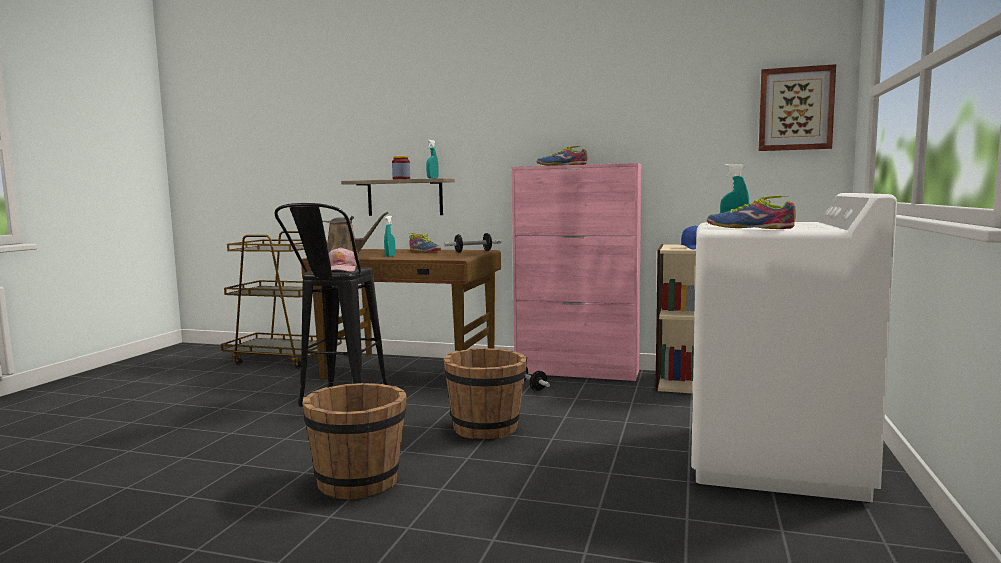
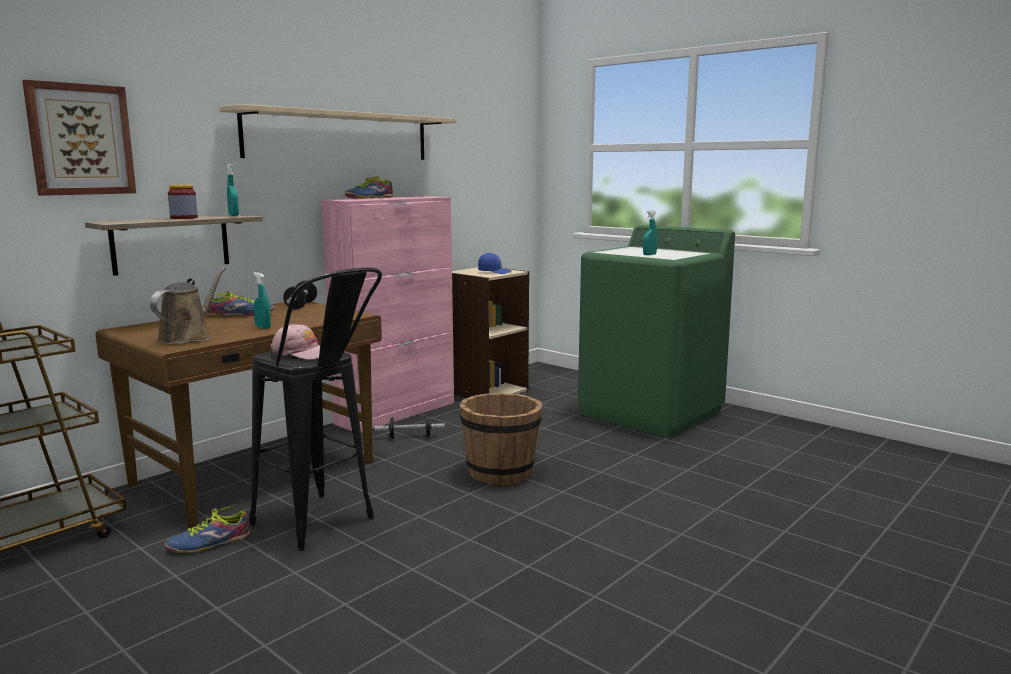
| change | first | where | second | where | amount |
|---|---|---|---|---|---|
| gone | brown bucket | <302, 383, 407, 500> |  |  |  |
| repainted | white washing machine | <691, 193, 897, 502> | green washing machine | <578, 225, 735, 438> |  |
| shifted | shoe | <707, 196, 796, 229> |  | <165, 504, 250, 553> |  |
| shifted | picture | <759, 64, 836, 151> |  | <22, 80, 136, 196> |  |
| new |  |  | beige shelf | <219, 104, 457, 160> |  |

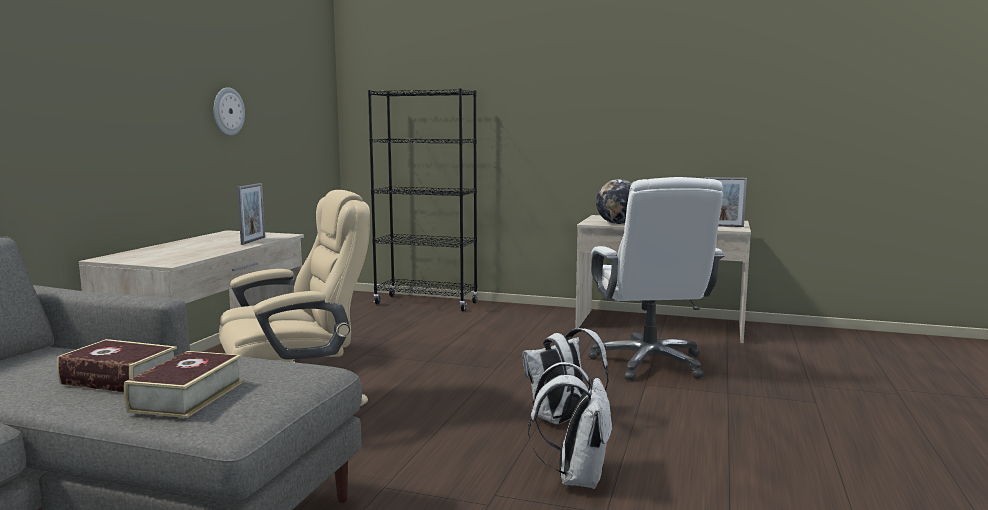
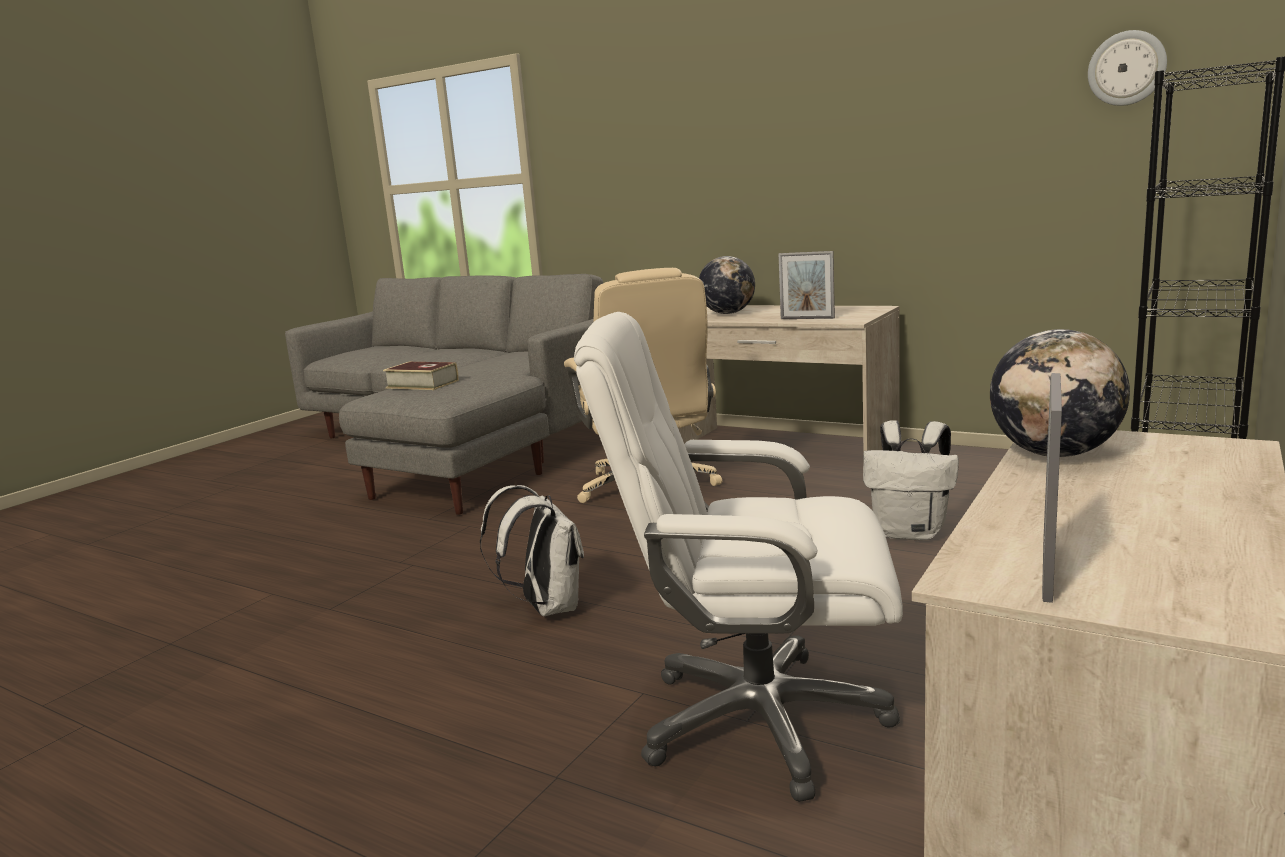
| change | first | where | second | where | amount |
|---|---|---|---|---|---|
| gone | book | <57, 339, 177, 393> |  |  |  |
| shifted | wall clock | <214, 87, 245, 135> |  | <1088, 30, 1167, 106> |  |
| shifted | white backpack | <528, 362, 613, 489> |  | <863, 420, 959, 541> |  |
| new |  |  | globe | <699, 256, 755, 314> |  |

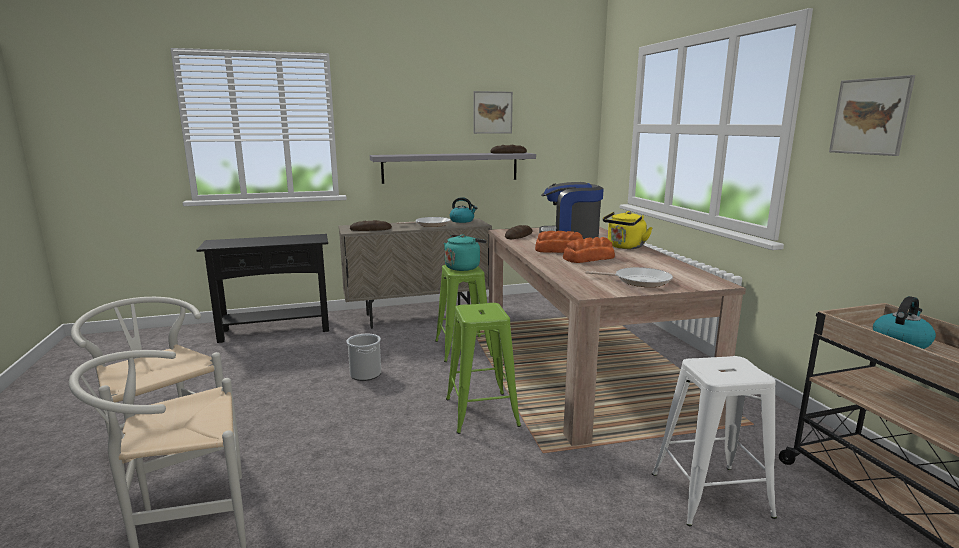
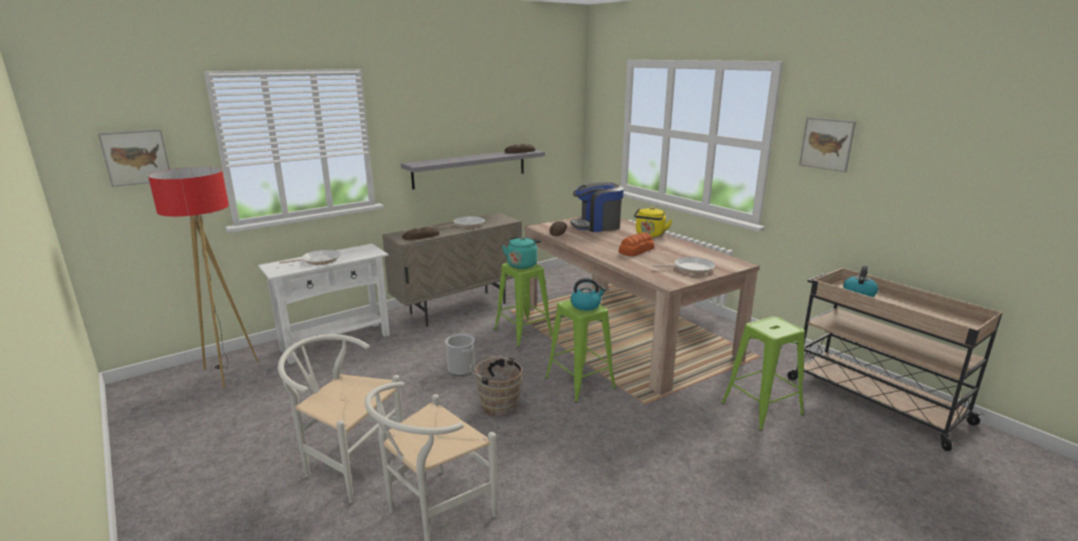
| change | first | where | second | where | amount |
|---|---|---|---|---|---|
| repainted | black console table | <197, 234, 329, 343> | white console table | <258, 244, 390, 364> |  |
| shifted | kettle | <450, 197, 477, 223> |  | <571, 278, 606, 311> |  |
| shifted | picture | <473, 91, 513, 134> |  | <98, 129, 170, 187> |  |
| gone | bread | <535, 231, 583, 253> |  |  |  |
| repainted | white stool | <652, 356, 777, 527> | green stool | <721, 316, 805, 431> |  |
| new |  |  | floor lamp | <148, 167, 259, 388> |  |
| new |  |  | frying pan | <279, 250, 340, 265> |  |
| new |  |  | brown bucket | <470, 355, 523, 417> |  |

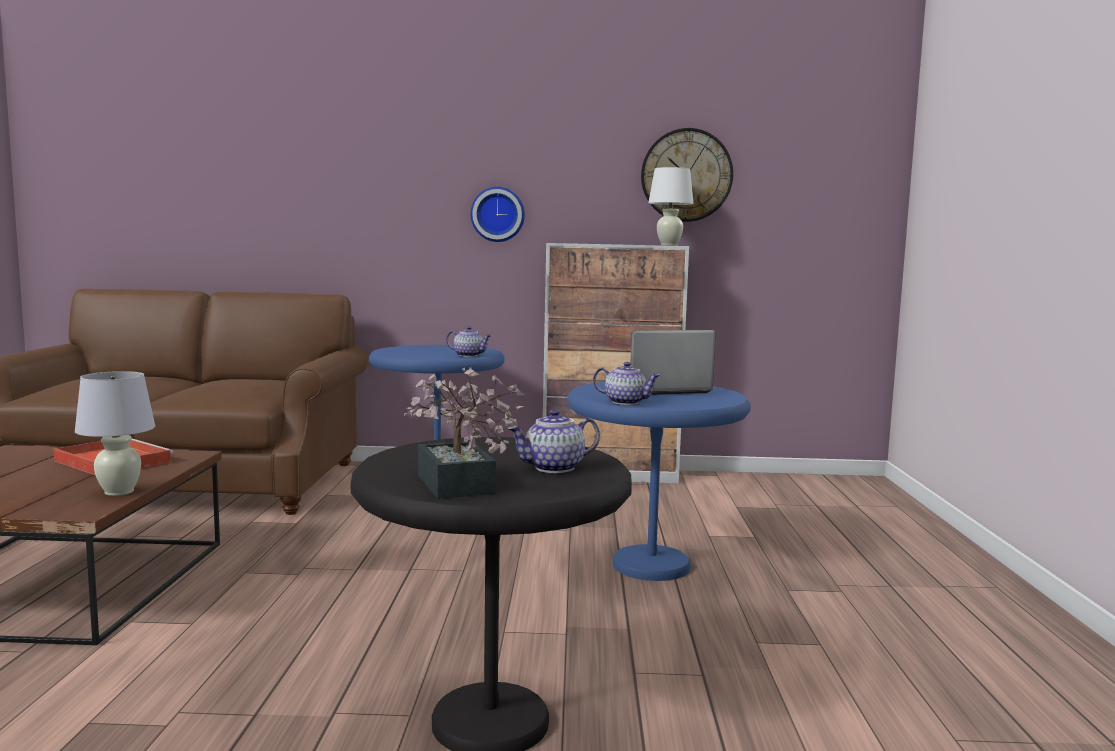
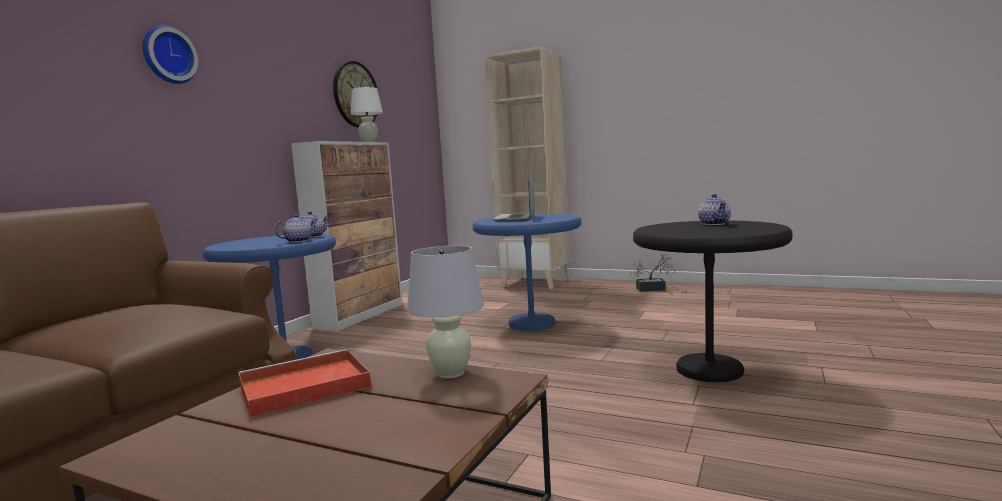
| change | first | where | second | where | amount |
|---|---|---|---|---|---|
| shifted | potted plant | <404, 368, 525, 499> |  | <630, 253, 676, 292> |  |
| shifted | wall clock | <471, 187, 525, 242> |  | <143, 25, 198, 84> |  |
| shifted | teapot | <593, 362, 661, 405> |  | <274, 214, 318, 242> |  |
| new |  |  | beige bookcase | <485, 46, 570, 289> |  |

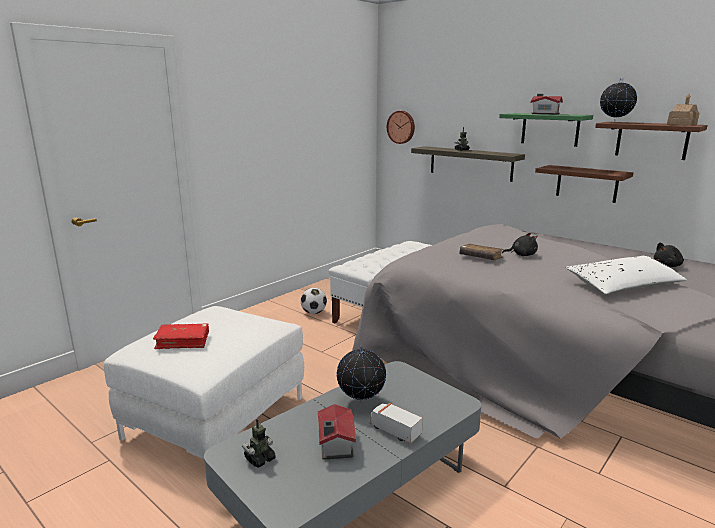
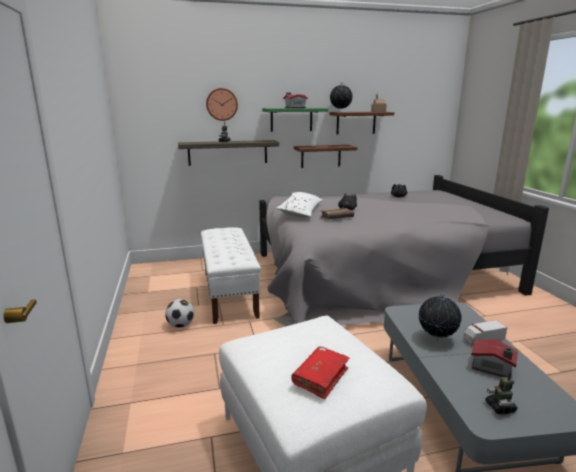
| change | first | where | second | where | amount |
|---|---|---|---|---|---|
| shifted | wall clock | <387, 111, 415, 144> |  | <206, 88, 238, 121> |  |
| shifted | white pillow | <565, 256, 687, 294> |  | <276, 192, 323, 217> |  |

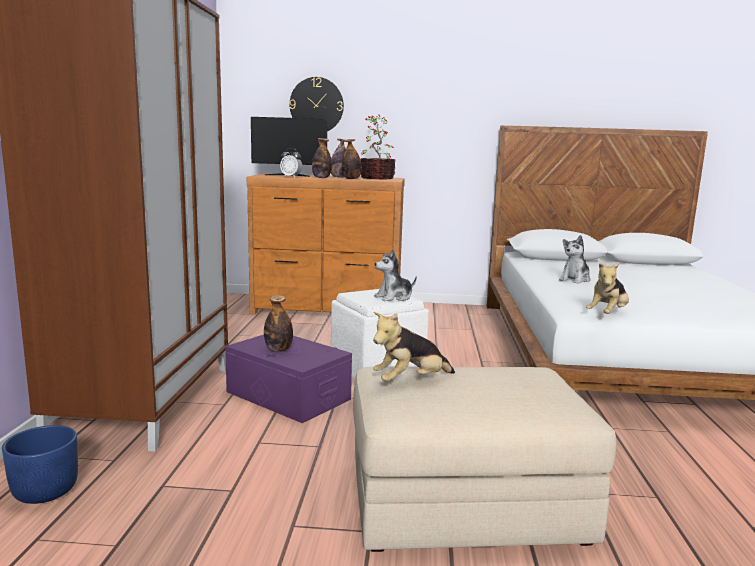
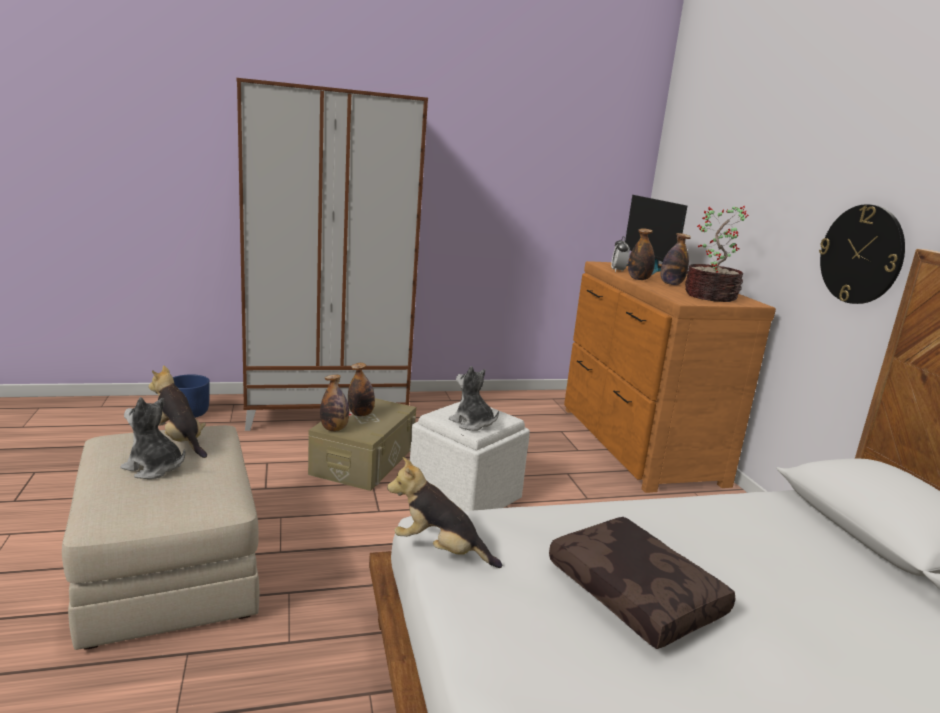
| change | first | where | second | where | amount |
|---|---|---|---|---|---|
| repainted | purple storage box | <225, 335, 352, 423> | beige storage box | <308, 398, 416, 491> |  |
| shifted | wall clock | <290, 77, 344, 131> |  | <819, 204, 905, 304> |  |
| shifted | bottle | <342, 139, 362, 179> |  | <320, 375, 349, 431> |  |
| shifted | plush toy | <559, 235, 591, 284> |  | <121, 397, 185, 479> |  |
| new |  |  | brown pillow | <549, 517, 736, 649> |  |

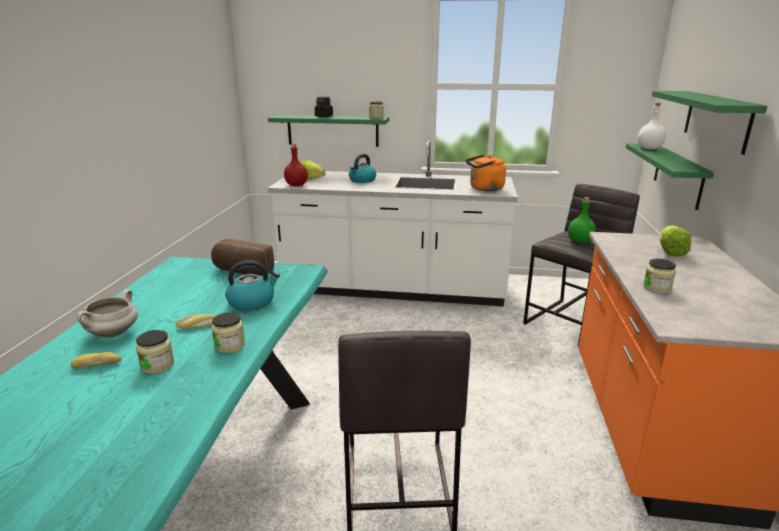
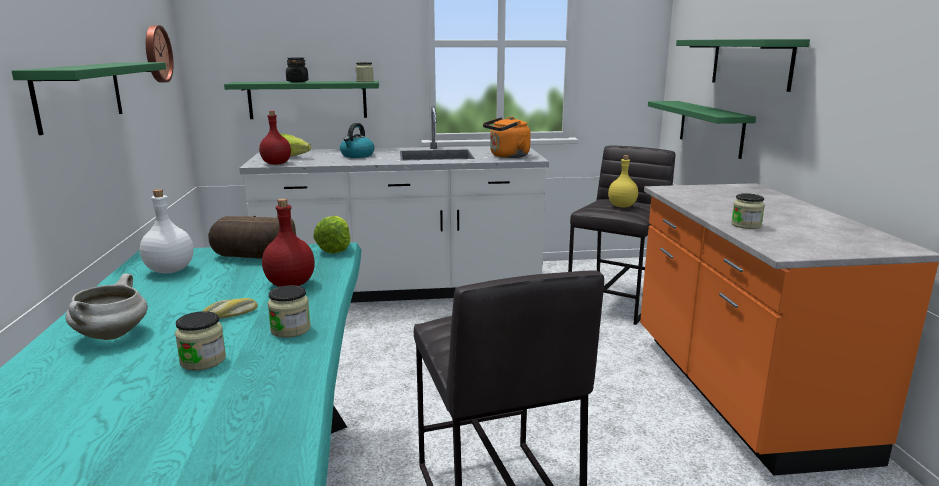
| change | first | where | second | where | amount |
|---|---|---|---|---|---|
| gone | bread | <71, 352, 121, 368> |  |  |  |
| swapped | kettle | <225, 260, 280, 311> | red bottle | <262, 198, 315, 287> |  |
| repainted | green bottle | <568, 197, 596, 244> | yellow bottle | <608, 155, 638, 207> |  |
| shifted | white bottle | <638, 103, 666, 149> |  | <140, 189, 194, 274> |  |
| shifted | lettuce | <659, 226, 692, 256> |  | <313, 216, 351, 254> |  |
| new |  |  | green shelf | <12, 62, 166, 135> |  |
| new |  |  | wall clock | <146, 25, 174, 83> |  |

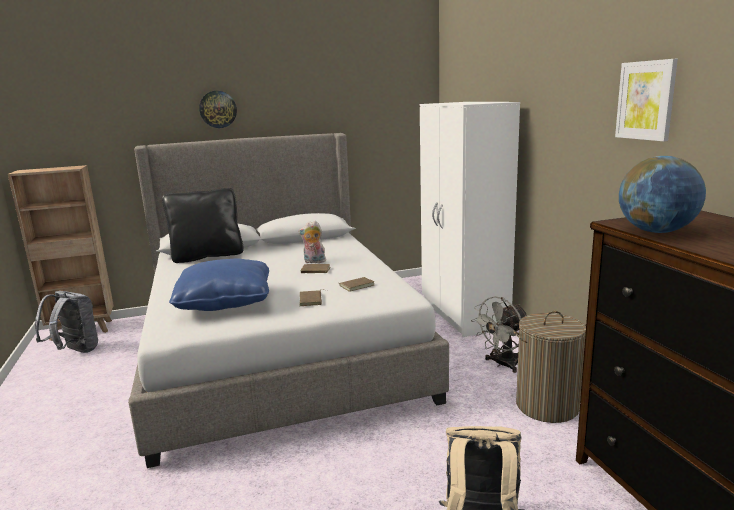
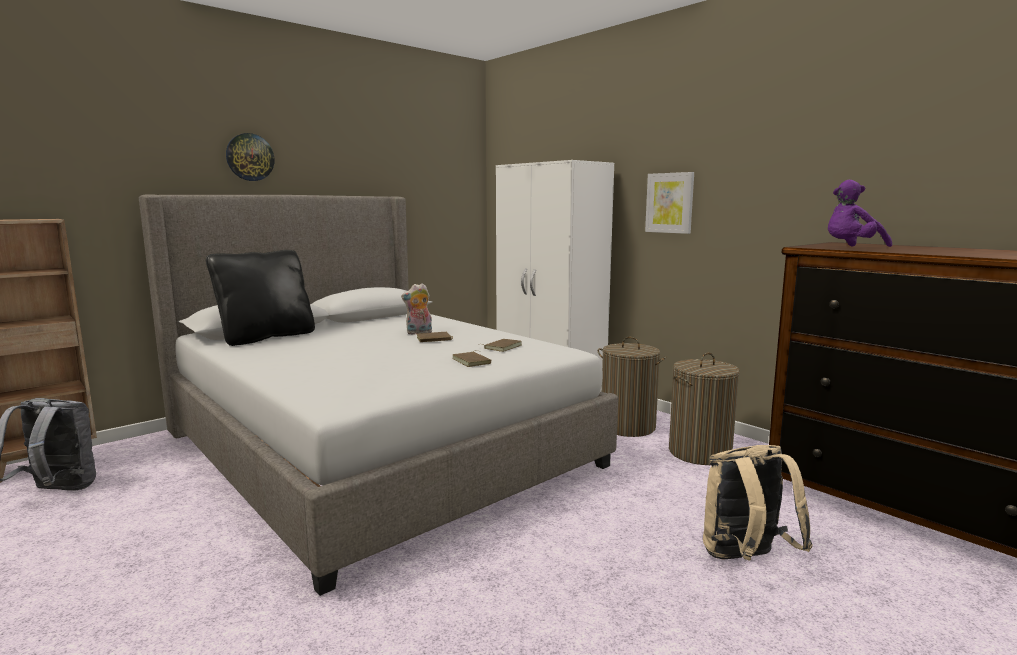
| change | first | where | second | where | amount |
|---|---|---|---|---|---|
| gone | blue pillow | <169, 259, 269, 311> |  |  |  |
| swapped | grey fan | <471, 296, 527, 373> | laundry basket | <598, 337, 667, 437> |  |
| shifted | picture | <615, 59, 678, 141> |  | <645, 172, 694, 234> |  |
| swapped | globe | <619, 156, 706, 233> | purple plush toy | <828, 180, 892, 247> |  |

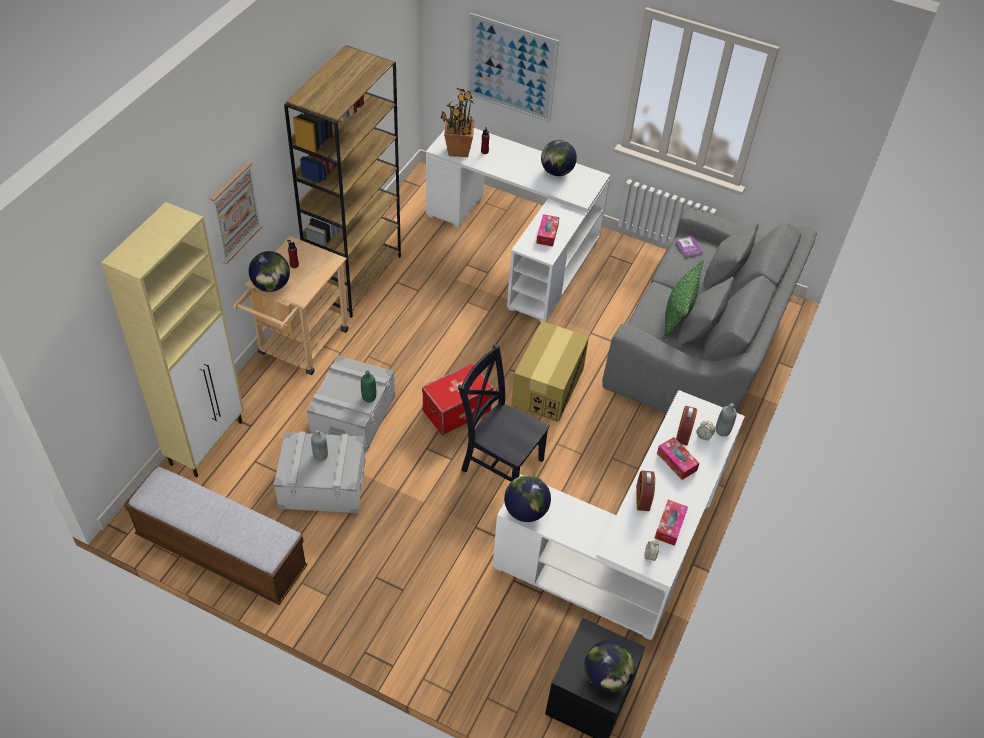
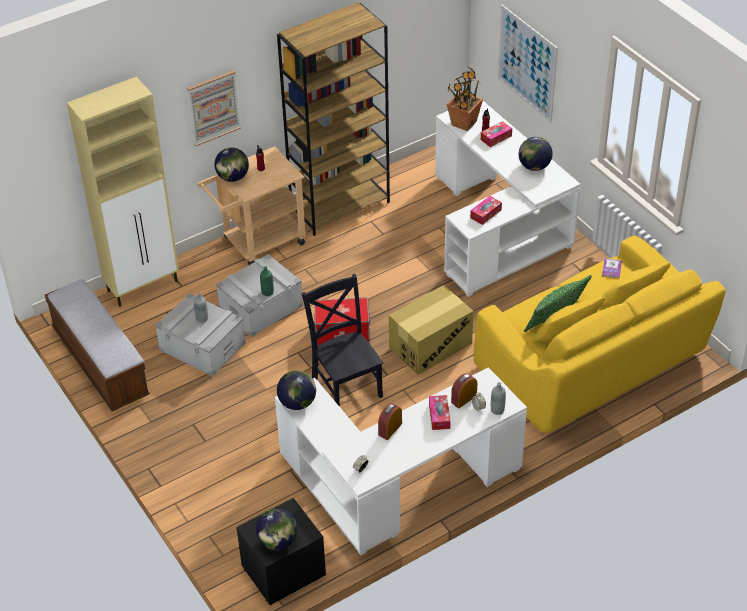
| change | first | where | second | where | amount |
|---|---|---|---|---|---|
| repainted | grey sofa | <602, 208, 817, 413> | yellow sofa | <473, 235, 726, 433> |  |
| shifted | tissue box | <655, 500, 688, 546> |  | <481, 121, 512, 147> |  |

